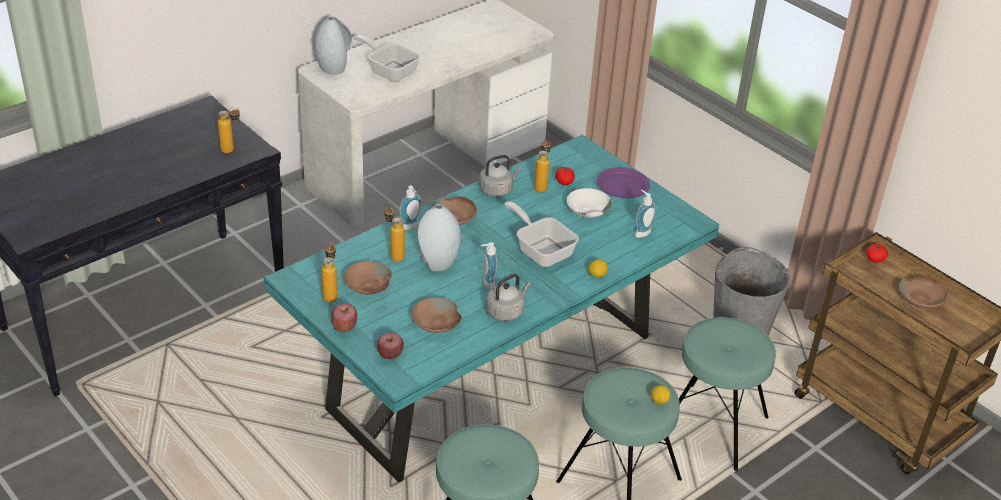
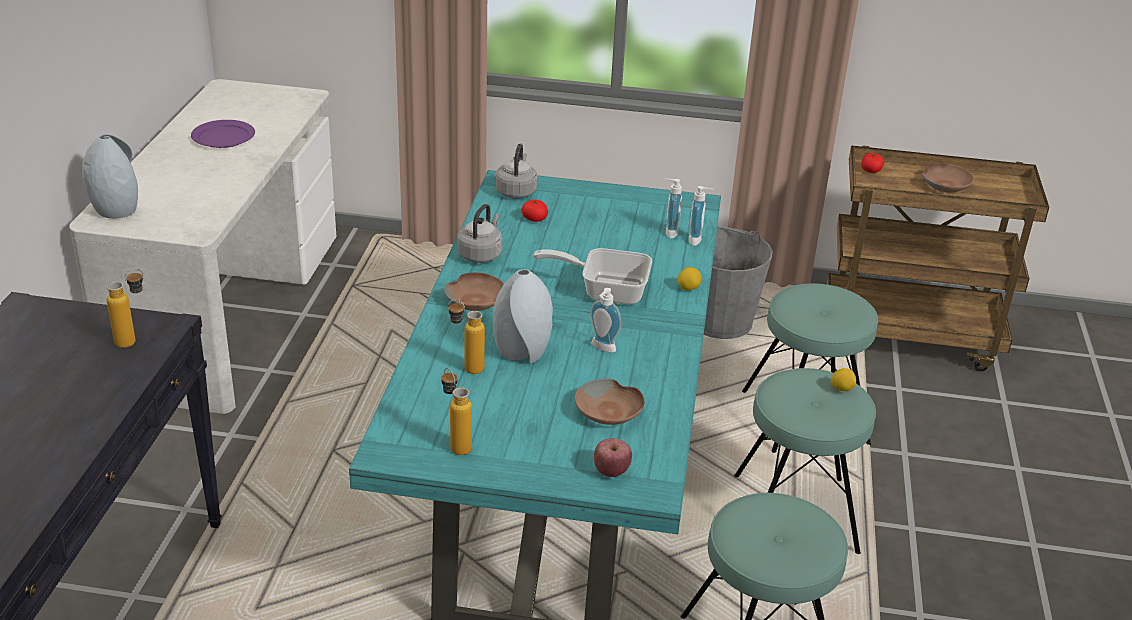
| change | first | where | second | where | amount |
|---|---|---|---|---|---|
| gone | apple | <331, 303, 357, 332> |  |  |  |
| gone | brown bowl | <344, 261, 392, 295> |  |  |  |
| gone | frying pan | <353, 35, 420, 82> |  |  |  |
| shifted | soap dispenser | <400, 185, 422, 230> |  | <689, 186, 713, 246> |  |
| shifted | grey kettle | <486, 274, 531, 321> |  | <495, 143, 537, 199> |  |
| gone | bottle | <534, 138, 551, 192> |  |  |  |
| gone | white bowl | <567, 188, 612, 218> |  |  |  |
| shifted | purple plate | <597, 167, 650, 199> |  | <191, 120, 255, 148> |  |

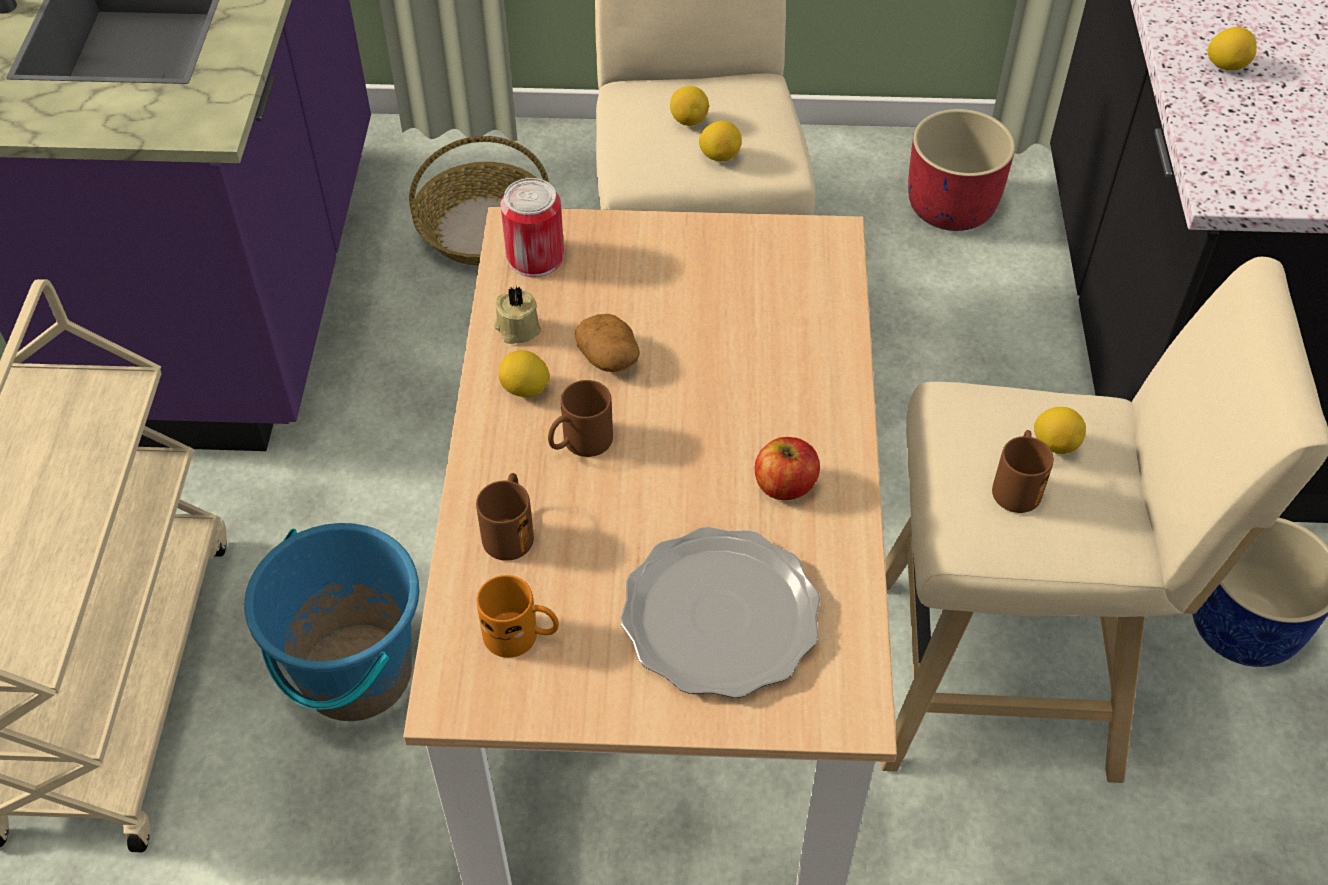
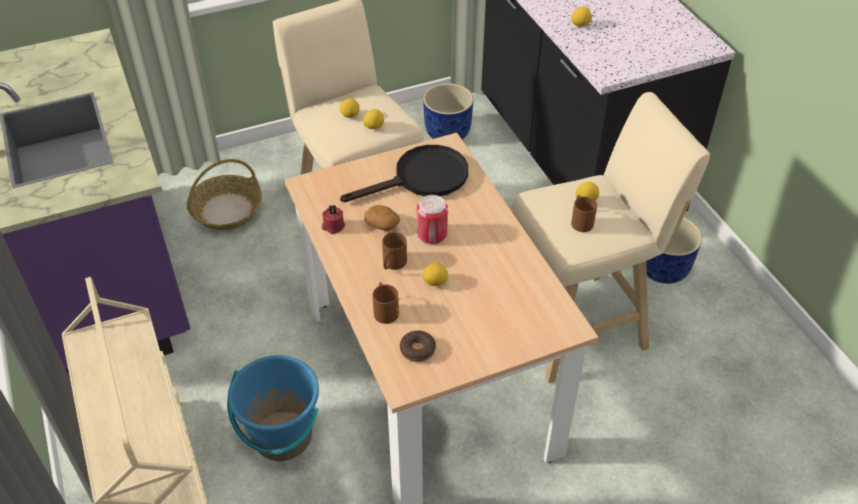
| change | first | where | second | where | amount |
|---|---|---|---|---|---|
| swapped | orange mug | <477, 575, 559, 658> | donut | <400, 330, 436, 362> |  |
| repainted | beige candle | <494, 286, 541, 344> | red candle | <322, 204, 345, 234> |  |
| shifted | lemon | <498, 350, 550, 397> |  | <423, 263, 448, 286> |  |
| shifted | can | <500, 178, 564, 277> |  | <417, 195, 448, 245> |  |
| gone | plate | <620, 527, 821, 698> |  |  |  |
| gone | apple | <755, 437, 820, 500> |  |  |  |
| repainted | red planter | <908, 109, 1015, 231> | blue planter | <423, 83, 474, 139> |  |
| new |  |  | black frying pan | <340, 145, 468, 202> |  |

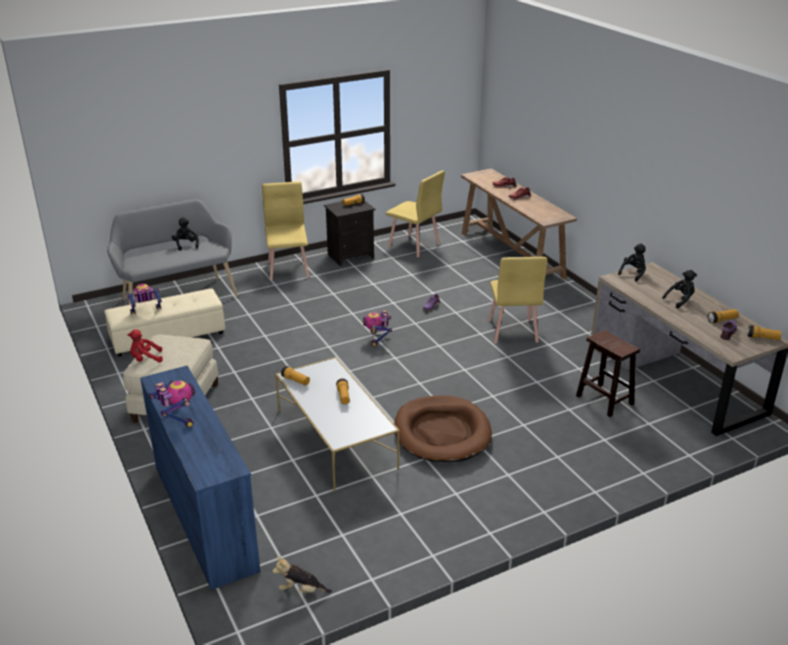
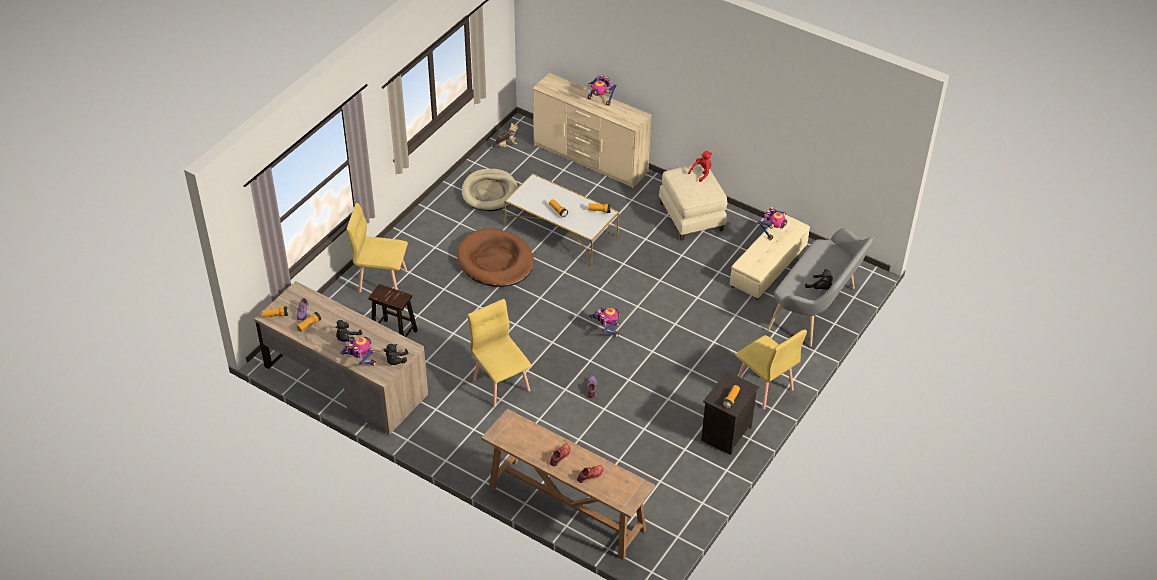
| change | first | where | second | where | amount |
|---|---|---|---|---|---|
| repainted | blue dresser | <140, 366, 260, 590> | beige dresser | <532, 73, 652, 188> |  |
| shifted | yellow chair | <385, 170, 445, 257> |  | <346, 203, 408, 293> |  |
| new |  |  | toy robot | <340, 337, 376, 366> |  |
| new |  |  | beige dog bed | <462, 169, 518, 211> |  |

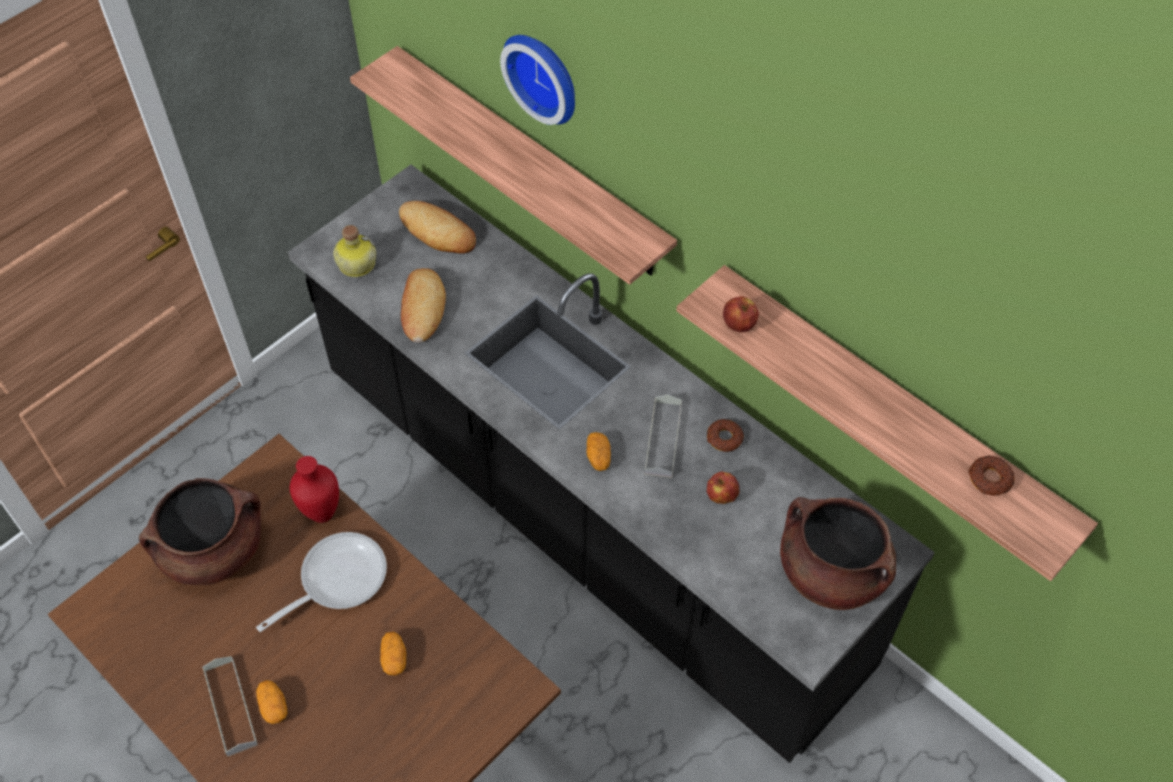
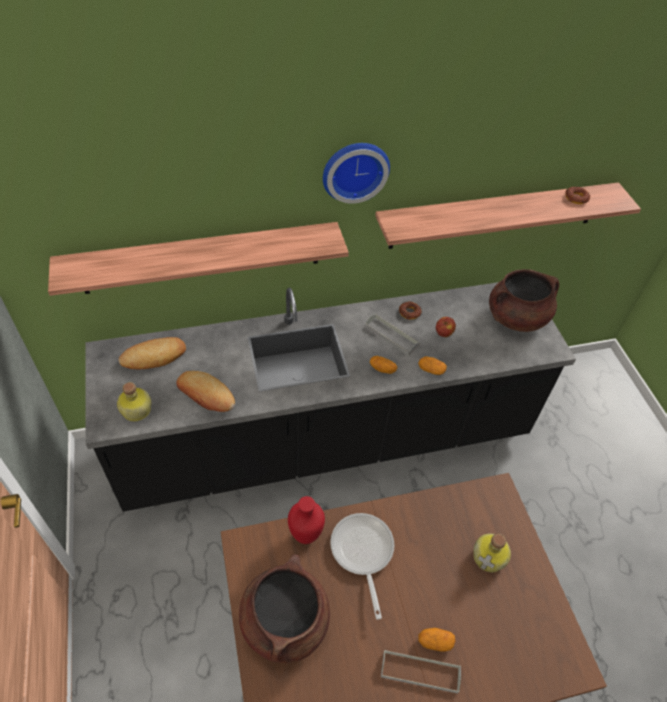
| change | first | where | second | where | amount |
|---|---|---|---|---|---|
| shifted | potato | <380, 632, 407, 676> |  | <418, 357, 447, 375> |  |
| shifted | wall clock | <500, 35, 575, 125> |  | <323, 143, 390, 204> |  |
| gone | apple | <723, 296, 759, 332> |  |  |  |
| new |  |  | bottle | <473, 534, 511, 572> |  |

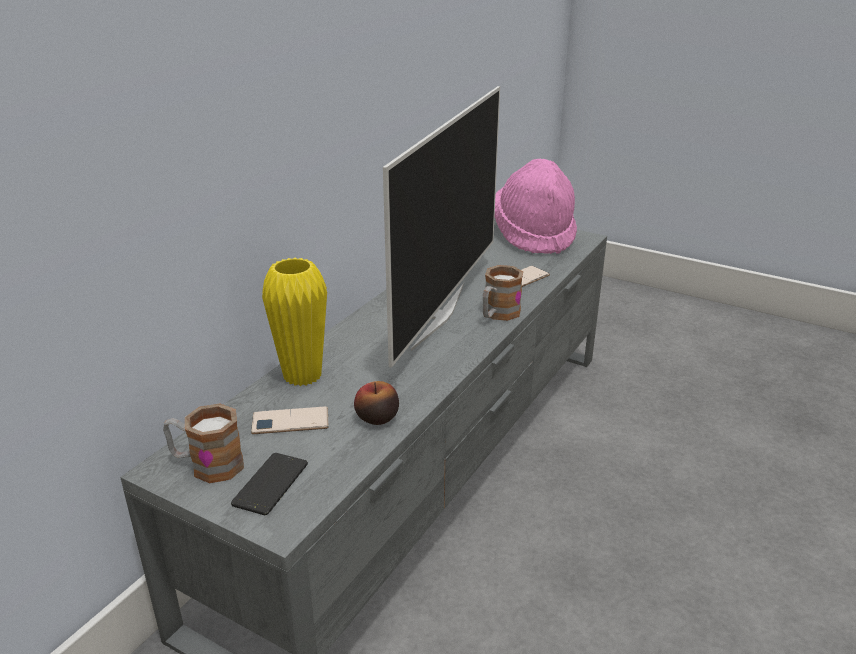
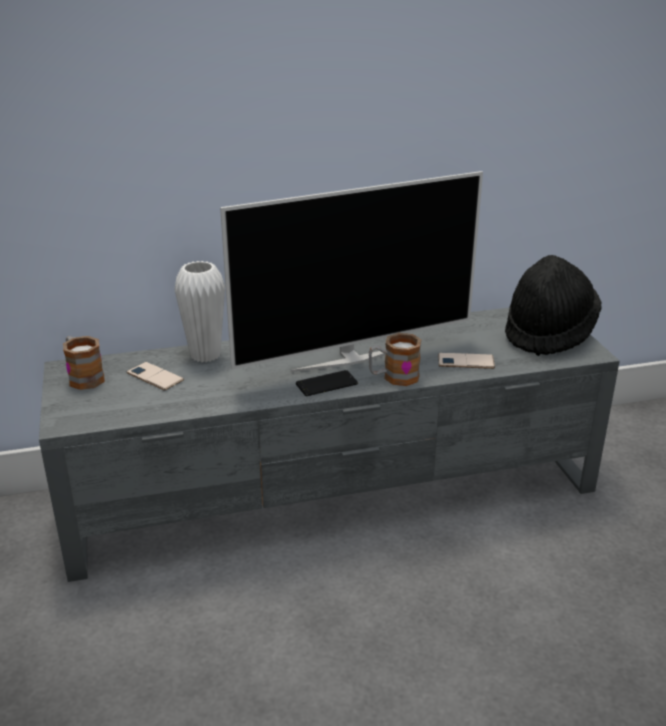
| change | first | where | second | where | amount |
|---|---|---|---|---|---|
| shifted | phone | <231, 453, 308, 515> |  | <296, 370, 358, 396> |  |
| repainted | yellow vase | <262, 258, 327, 386> | white vase | <174, 261, 225, 363> |  |
| gone | apple | <354, 381, 399, 425> |  |  |  |
| repainted | pink hat | <495, 158, 577, 254> | black hat | <505, 255, 601, 356> |  |

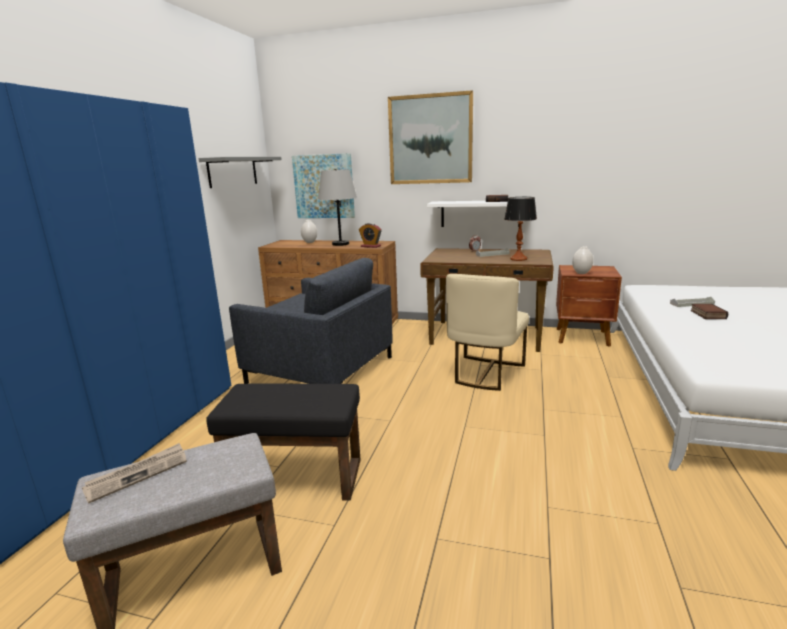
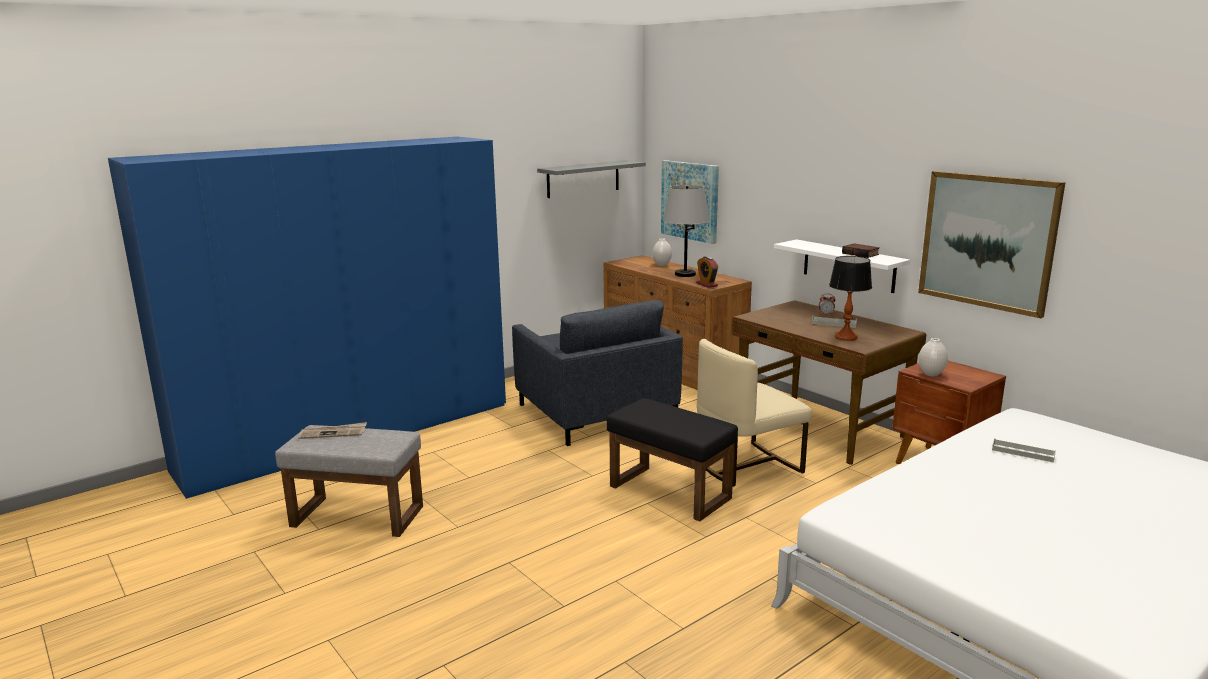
| change | first | where | second | where | amount |
|---|---|---|---|---|---|
| shifted | black ottoman | <206, 384, 361, 501> |  | <606, 398, 738, 521> |  |
| shifted | picture | <388, 90, 473, 184> |  | <918, 171, 1066, 318> |  |
| gone | book | <690, 304, 728, 319> |  |  |  |

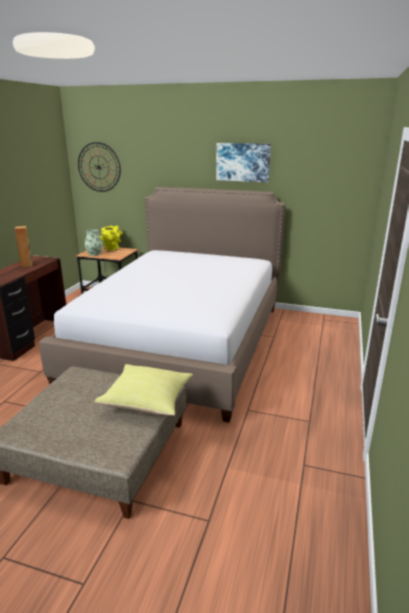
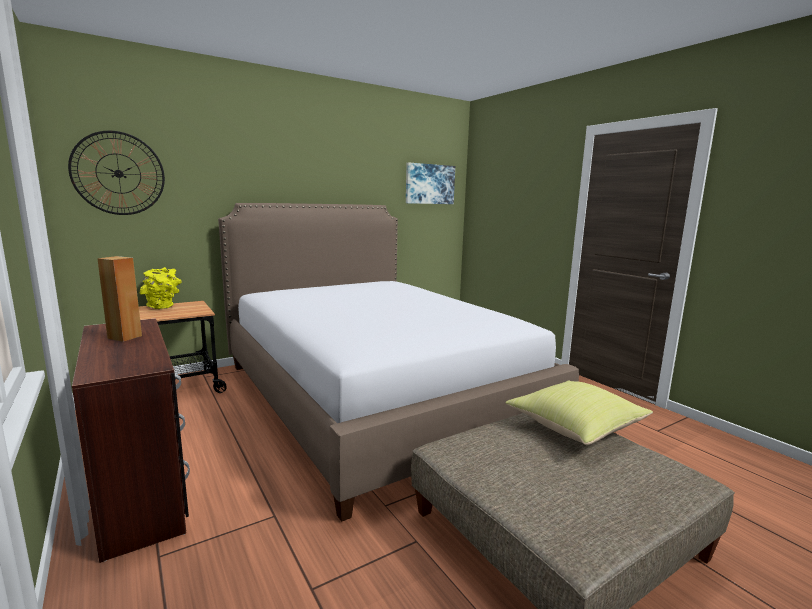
| change | first | where | second | where | amount |
|---|---|---|---|---|---|
| gone | vase | <85, 229, 103, 256> |  |  |  |
| shifted | picture | <216, 143, 271, 182> |  | <406, 162, 455, 204> |  |

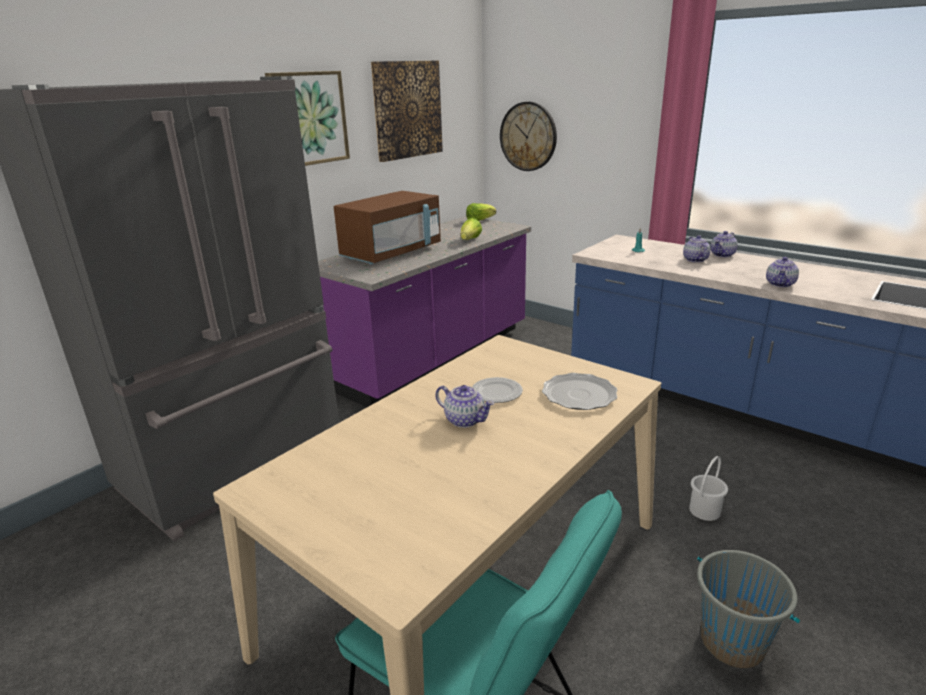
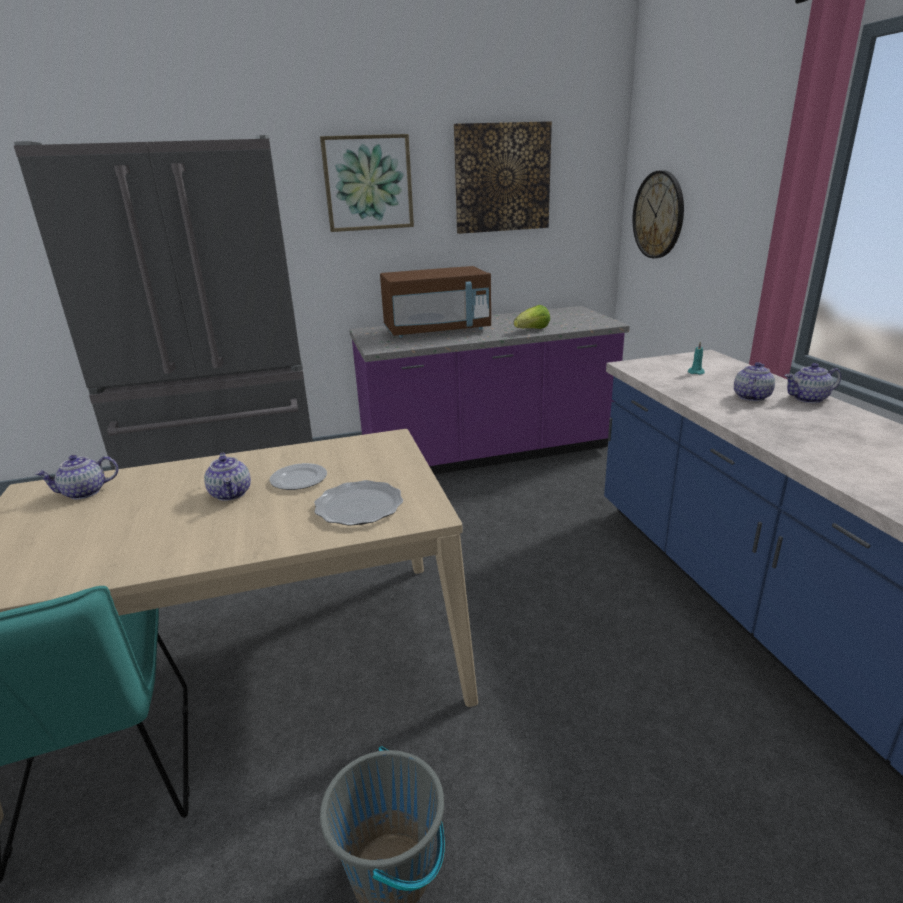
| change | first | where | second | where | amount |
|---|---|---|---|---|---|
| gone | lettuce | <466, 203, 496, 221> |  |  |  |
| gone | white bucket | <689, 456, 728, 521> |  |  |  |
| shifted | teapot | <766, 257, 799, 287> |  | <35, 455, 118, 499> |  |

